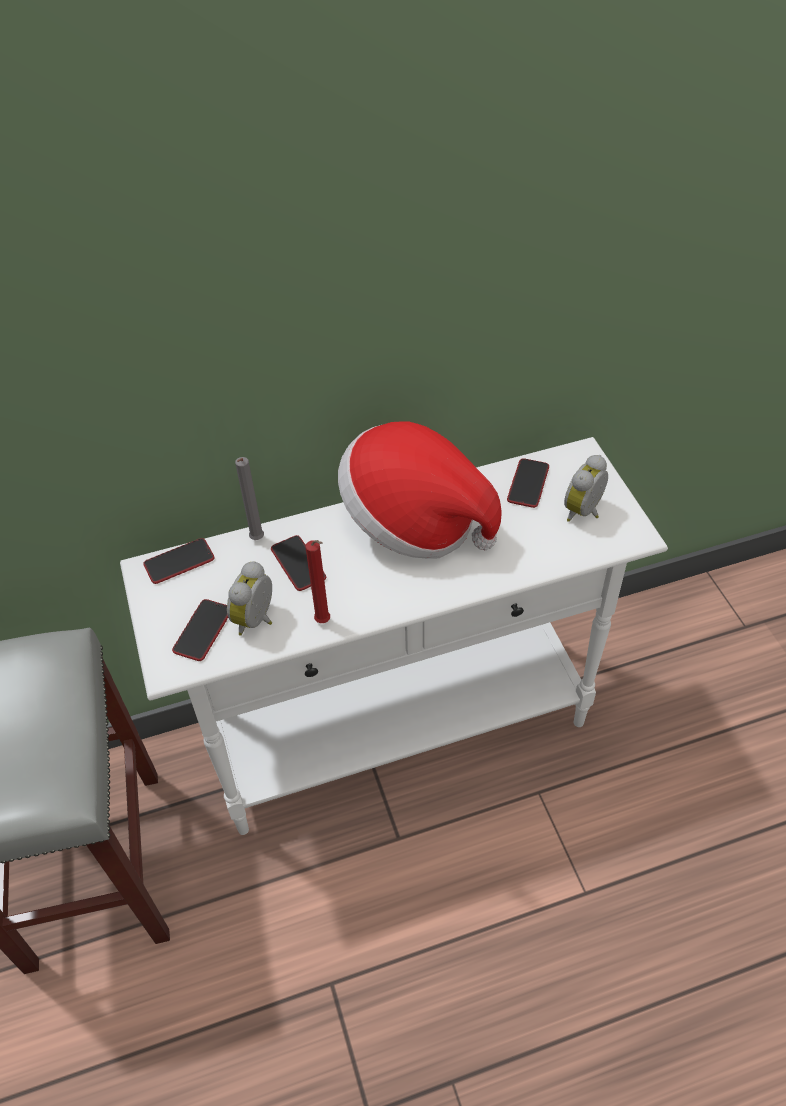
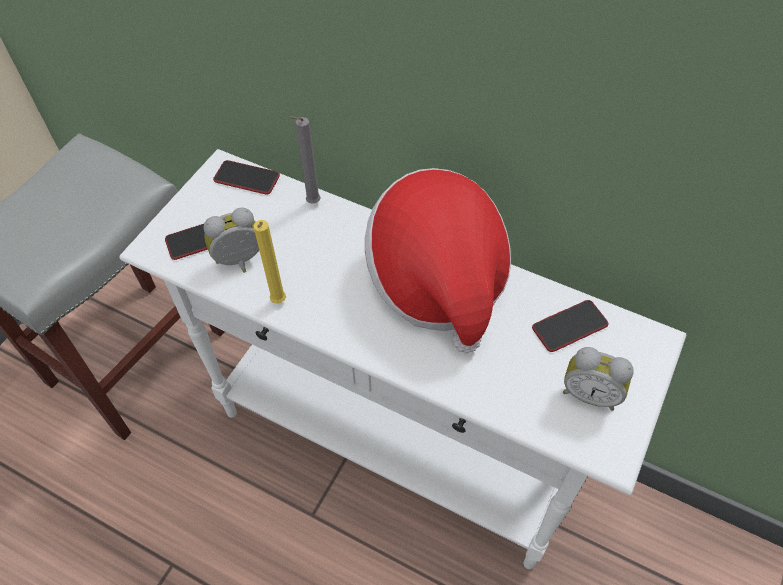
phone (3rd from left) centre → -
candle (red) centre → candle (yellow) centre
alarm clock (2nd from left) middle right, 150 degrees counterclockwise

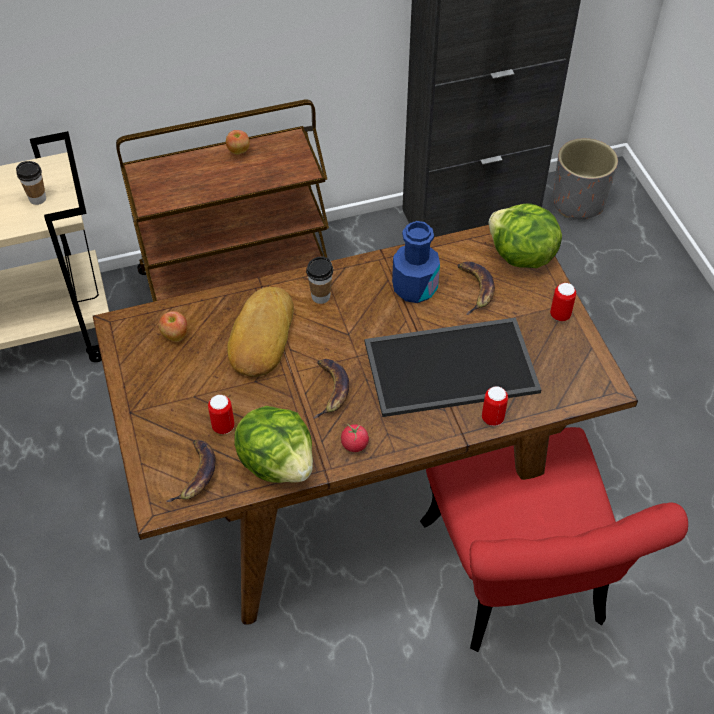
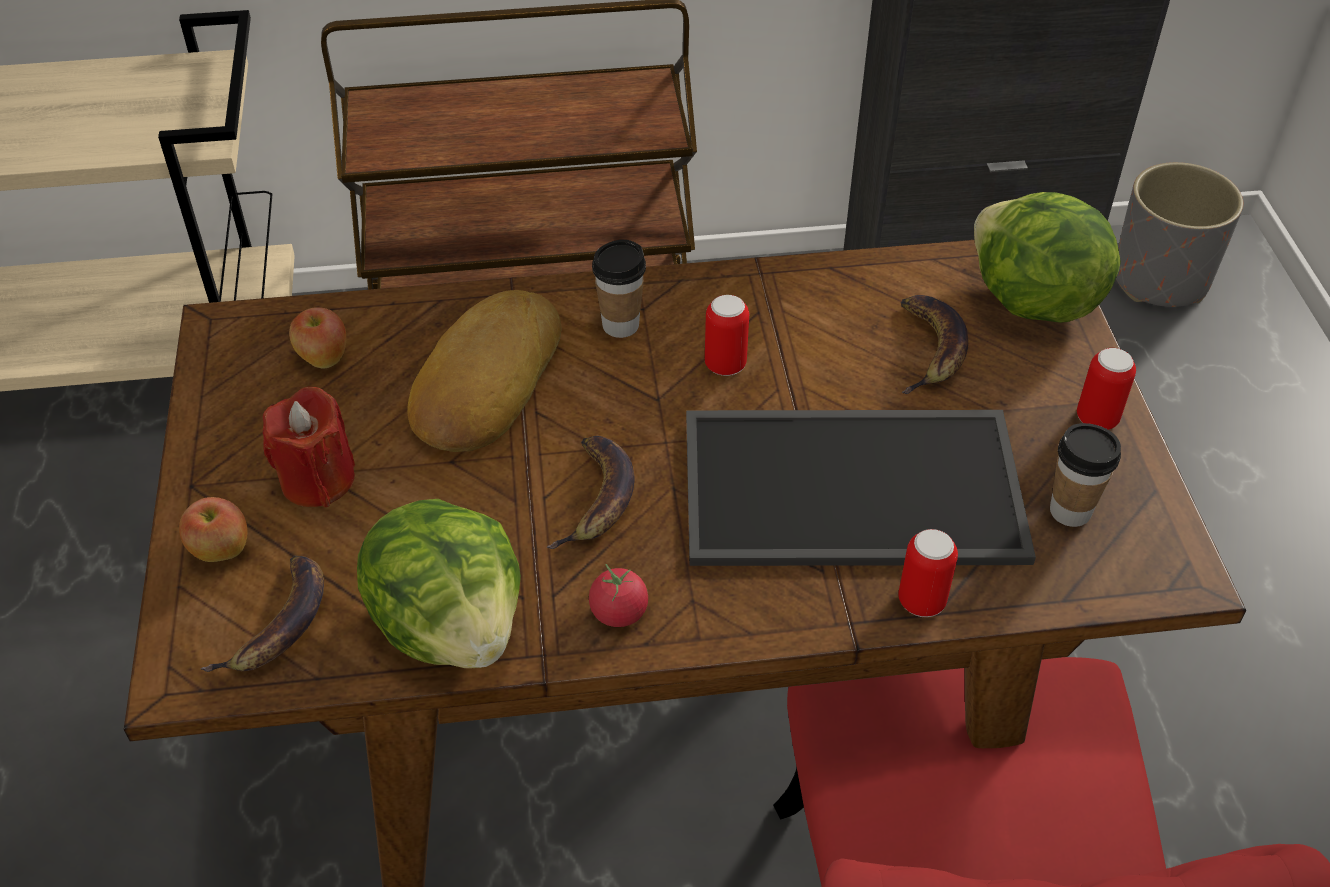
cup (1st from left in the first image) top left → cup (2nd from left) middle right, move
can (1st from left) middle left → can (1st from left) centre, move
apple (2nd from left in the first image) top centre → apple (1st from left) middle left, move
bottle (blue) centre → -
- → candle (red) middle left

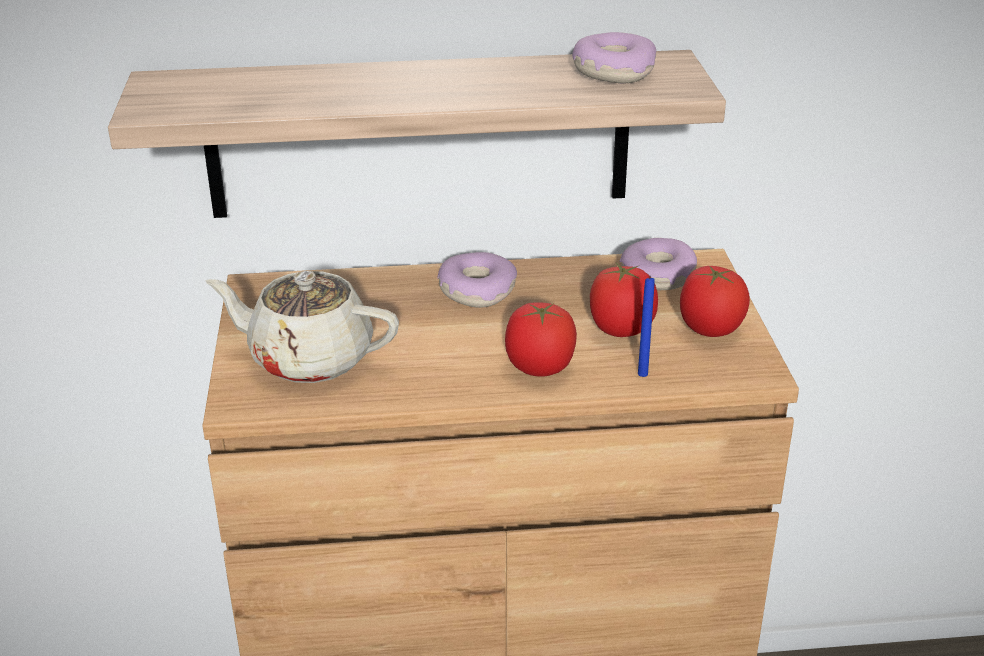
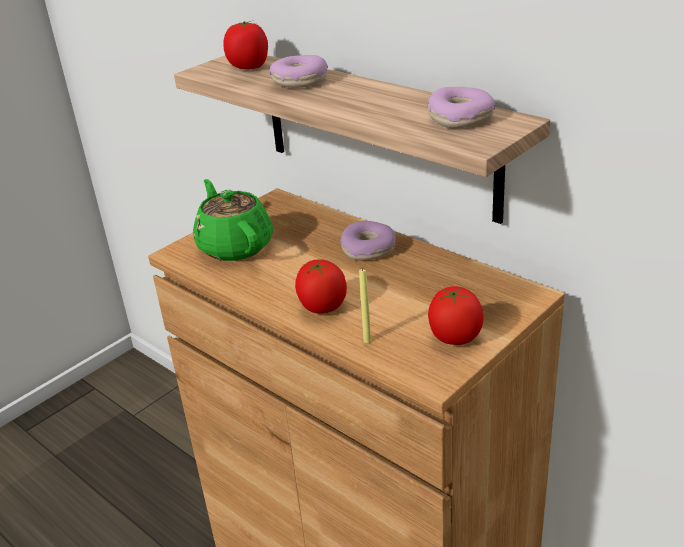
teapot (beige) middle left → teapot (green) centre
tomato (2nd from left in the first image) centre → tomato (1st from left) top centre, move
donut (3rd from left in the first image) middle right → donut (1st from left) top centre, move
candle (blue) centre → candle (yellow) centre

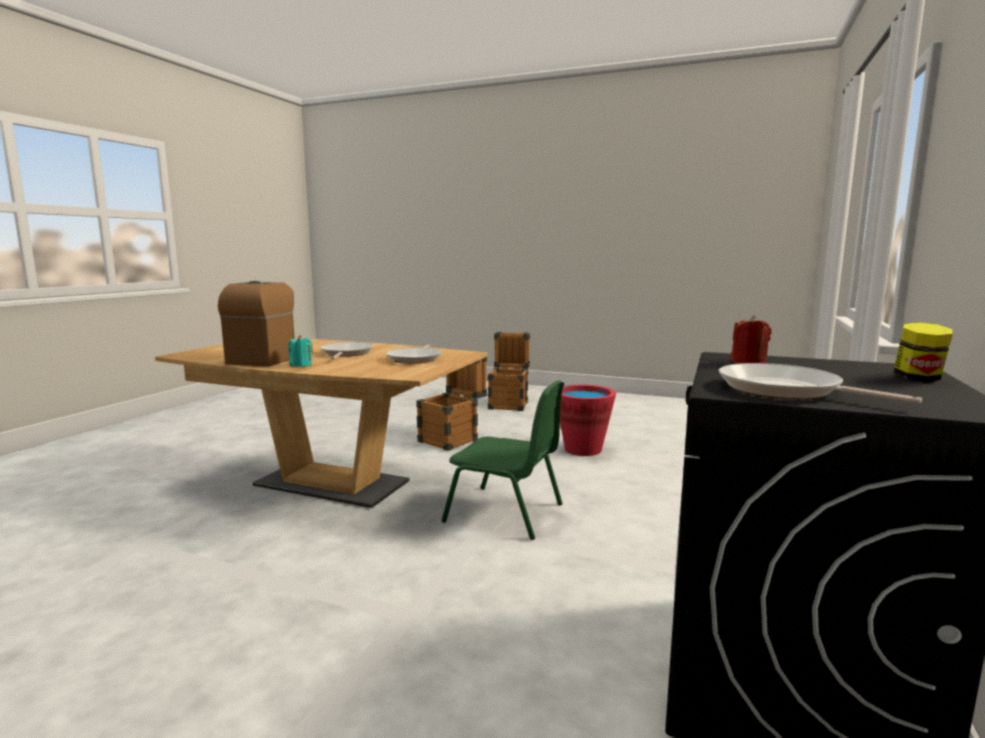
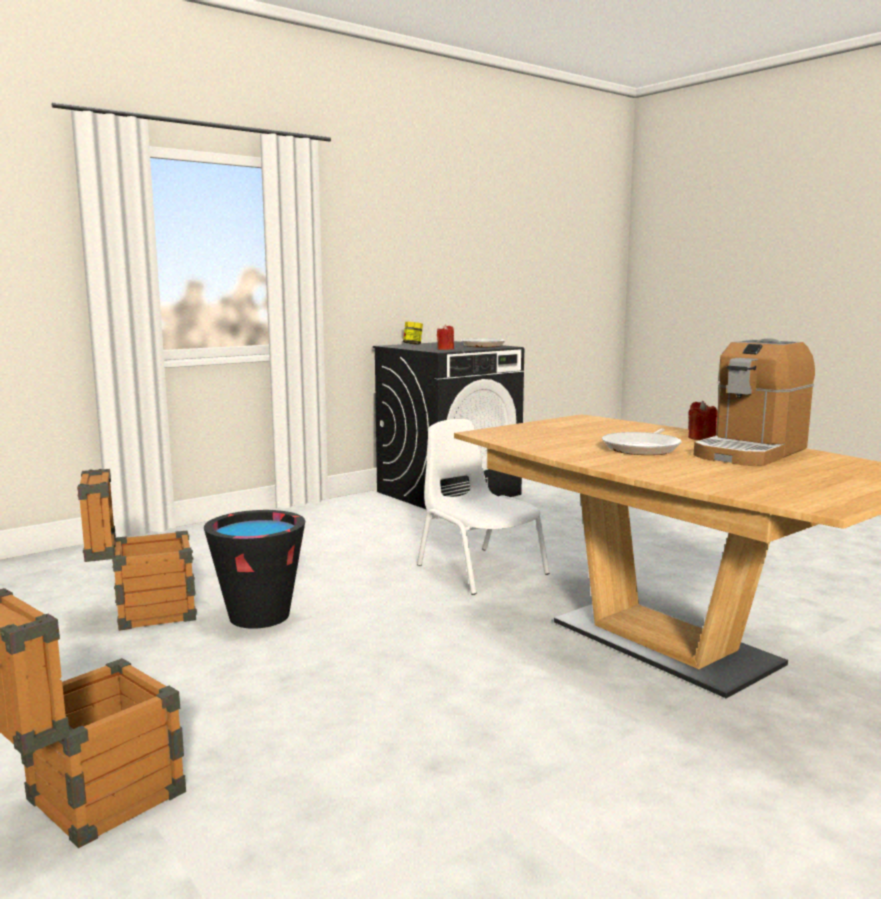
candle (turquoise) middle left → candle (red) (2nd from left) middle right
frying pan (2nd from left) centre → -
crate (1st from left in the first image) centre → crate (2nd from left) middle left, move
chair (green) centre → chair (white) centre
bucket (red) centre → bucket (black) middle left

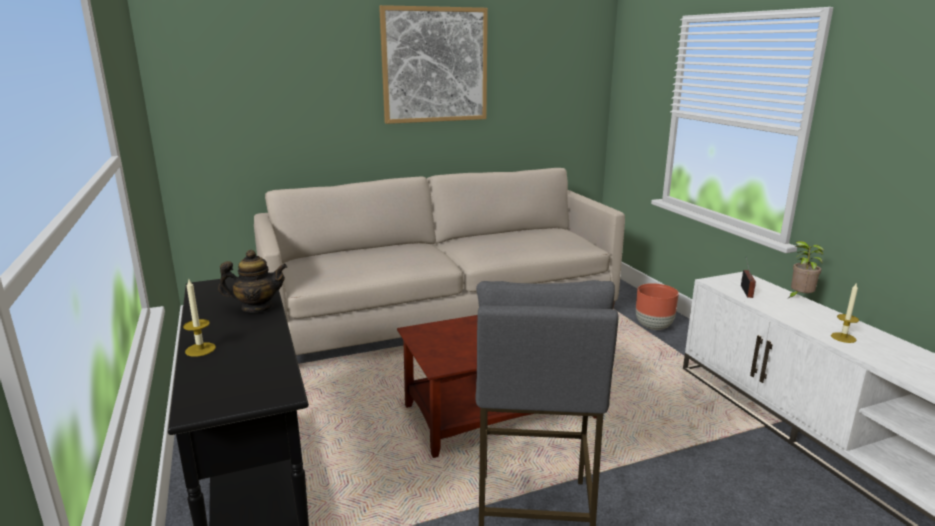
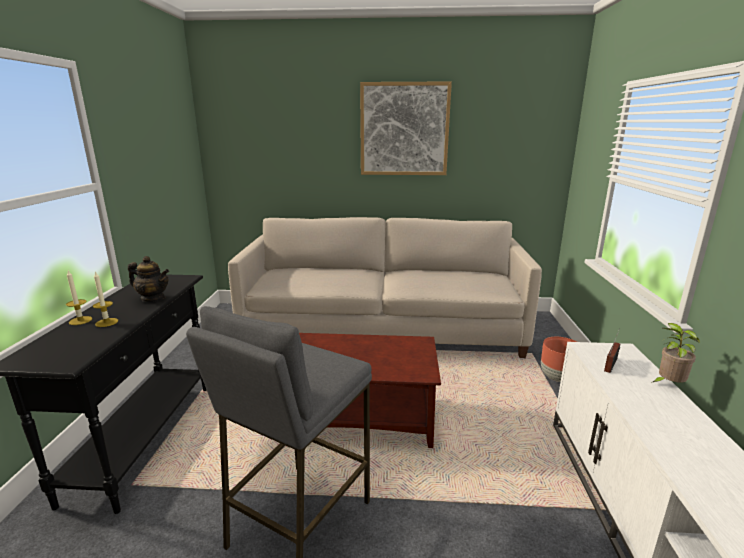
candle (2nd from left) middle right → candle (2nd from left) middle left, move

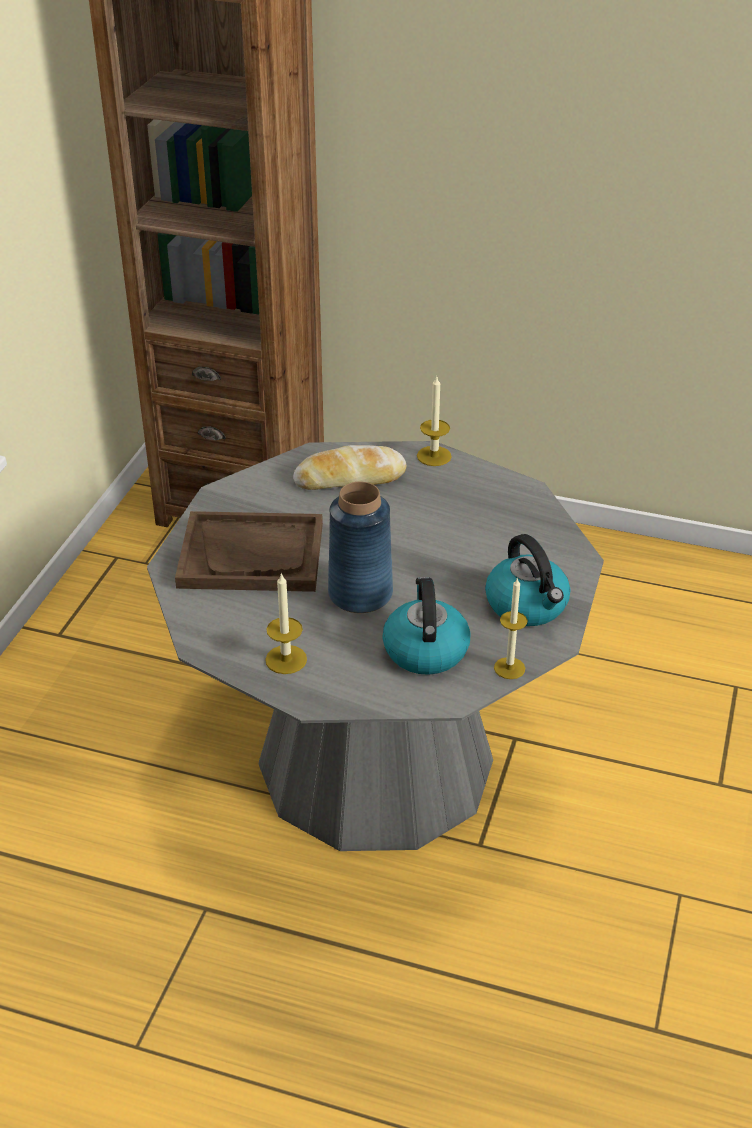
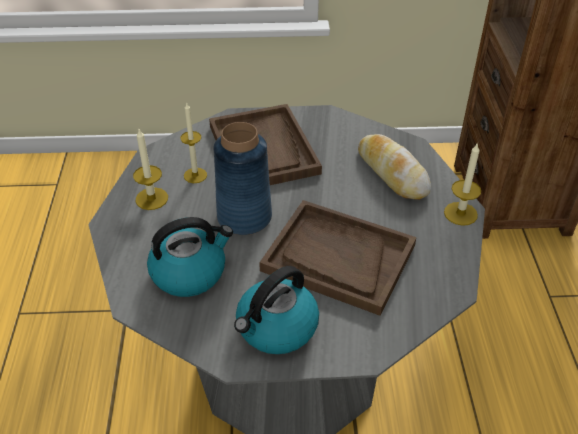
candle (3rd from left in the first image) middle right → candle (2nd from left) top centre, move
- → tray (brown) (2nd from left) centre

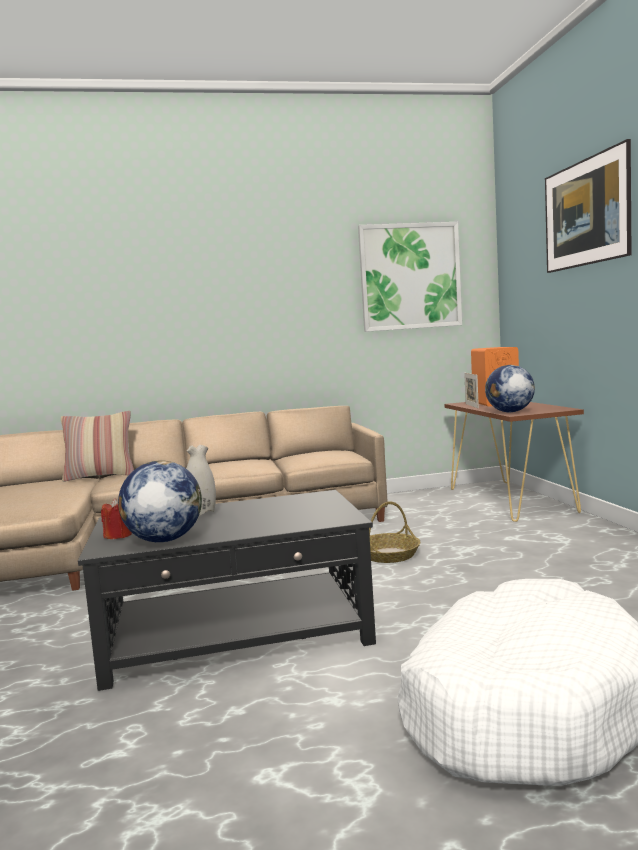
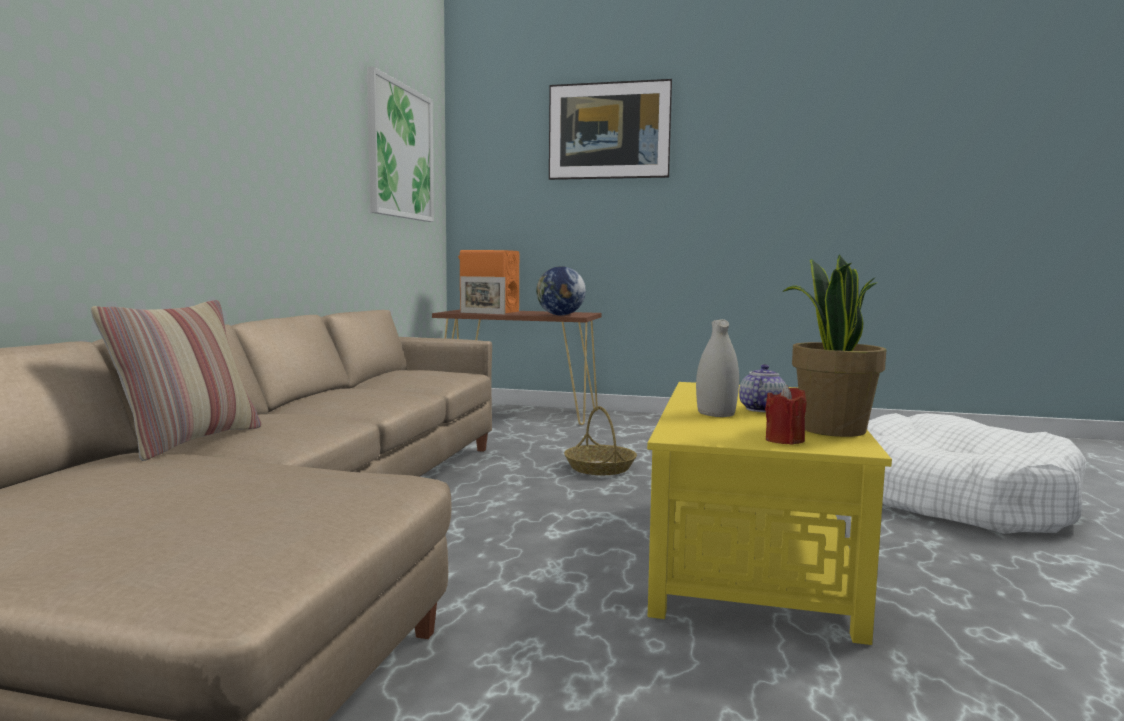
coffee table (black) bottom centre → coffee table (yellow) bottom right
globe (1st from left) middle left → potted plant middle right
- → teapot middle right

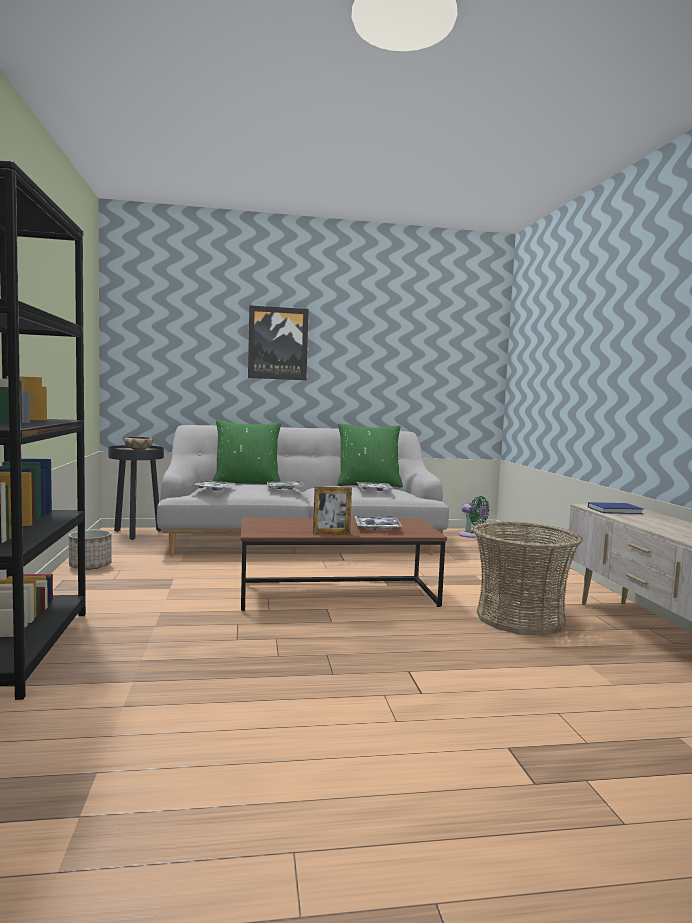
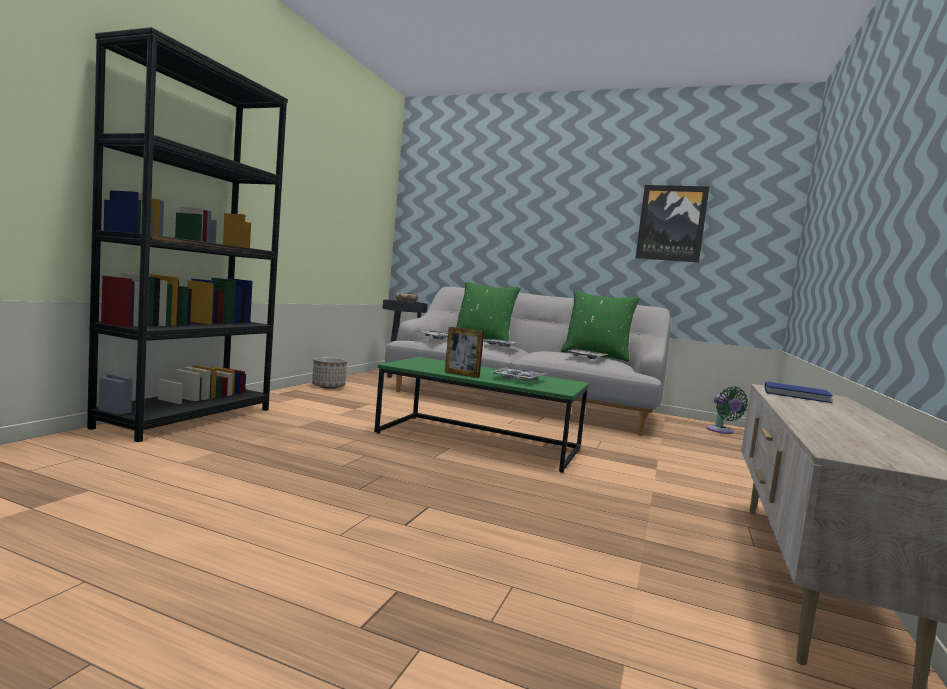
coffee table (brown) centre → coffee table (green) centre
picture centre → picture top right, move
basket middle right → -

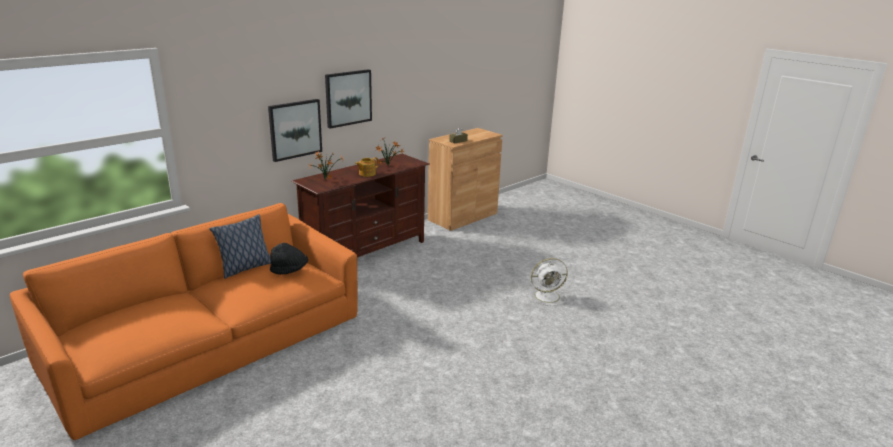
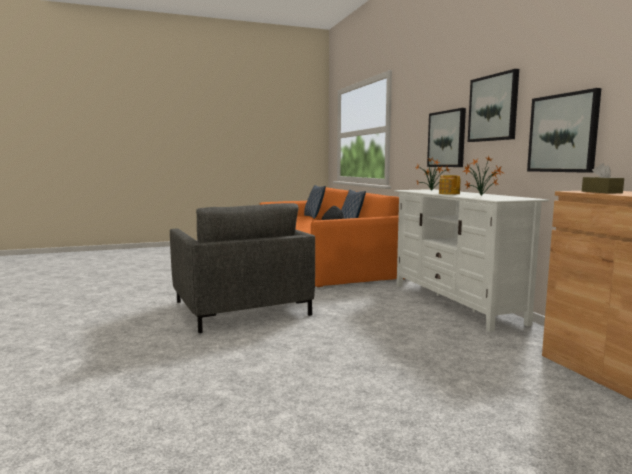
tv stand (brown) centre → tv stand (white) middle right
fan (white) centre → -
- → armchair (grey) centre
- → pillow (1st from left) centre
- → picture (3rd from left) top right

